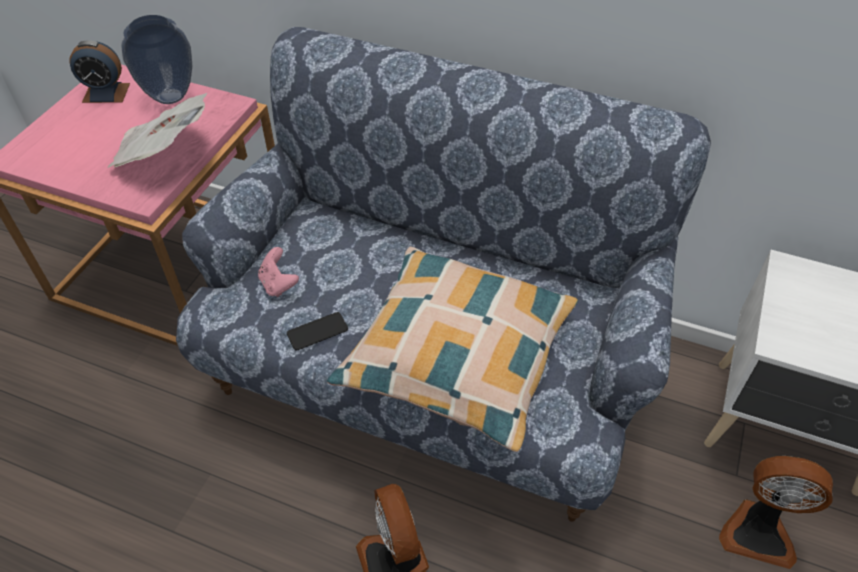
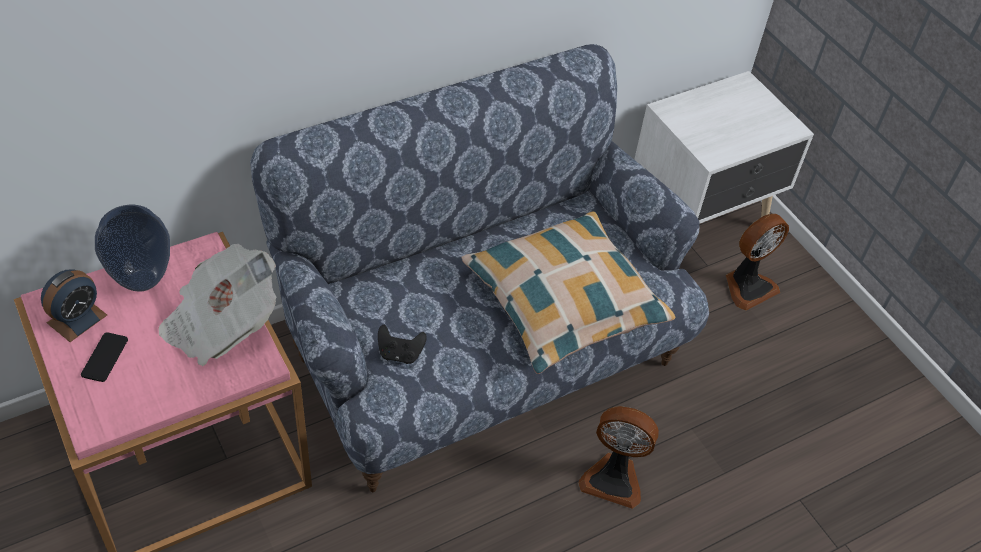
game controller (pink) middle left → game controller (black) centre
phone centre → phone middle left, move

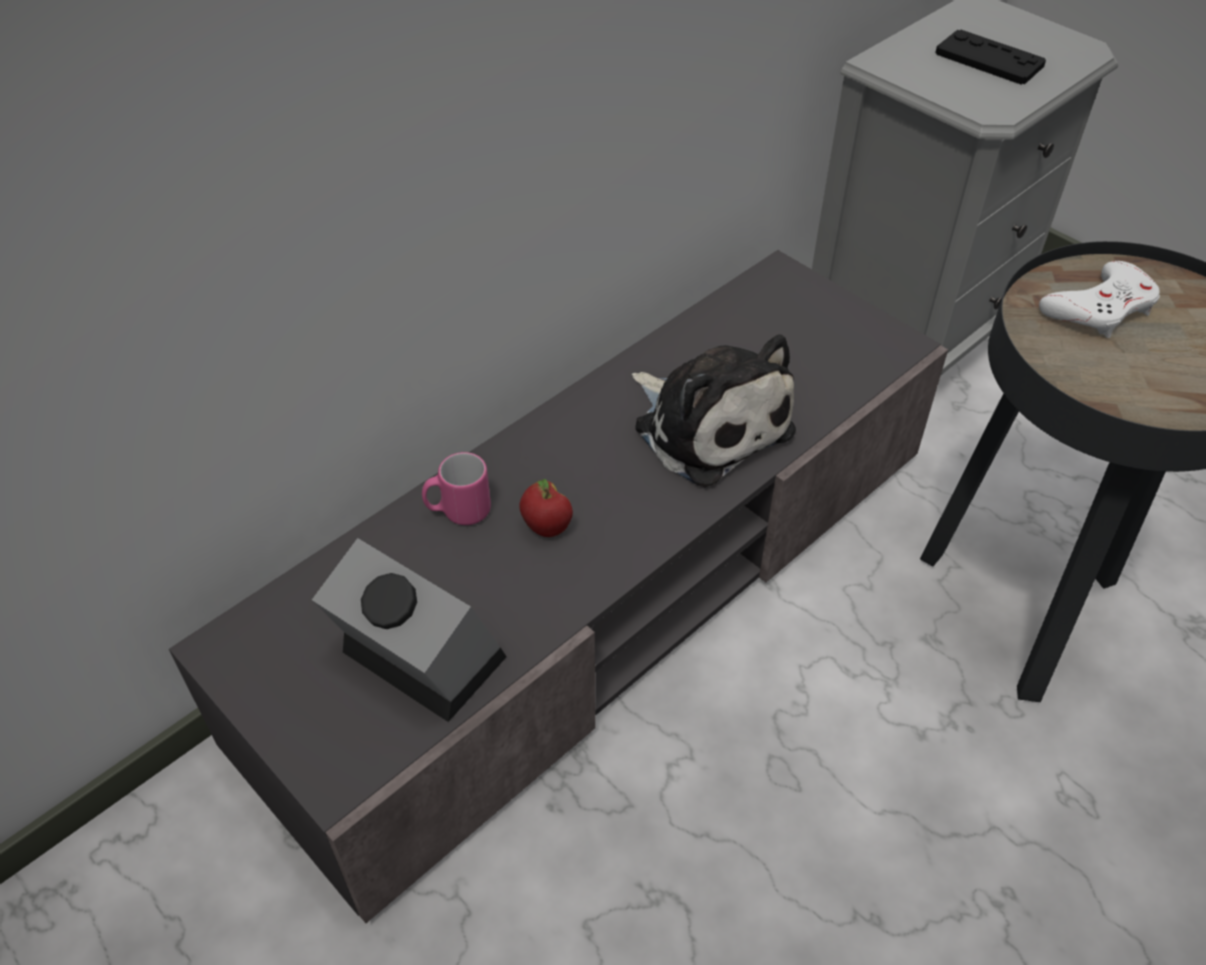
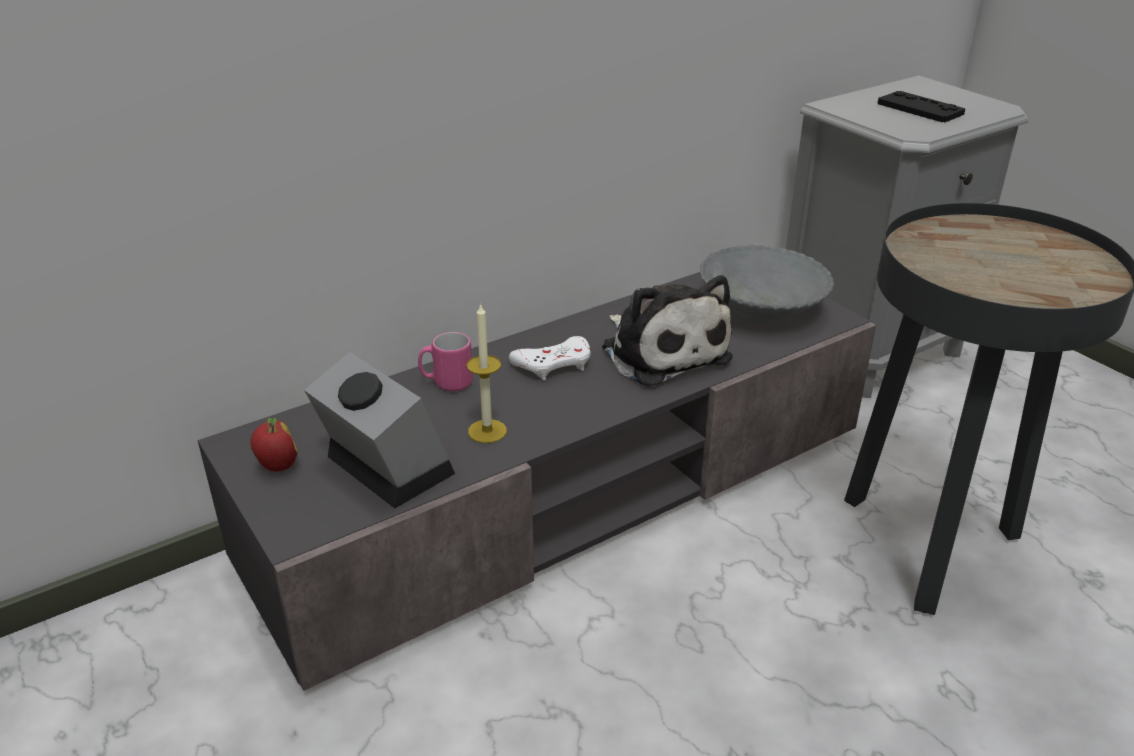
apple centre → apple middle left, move
game controller (white) top right → game controller (white) centre, move
- → candle centre
- → bowl (grey) middle right

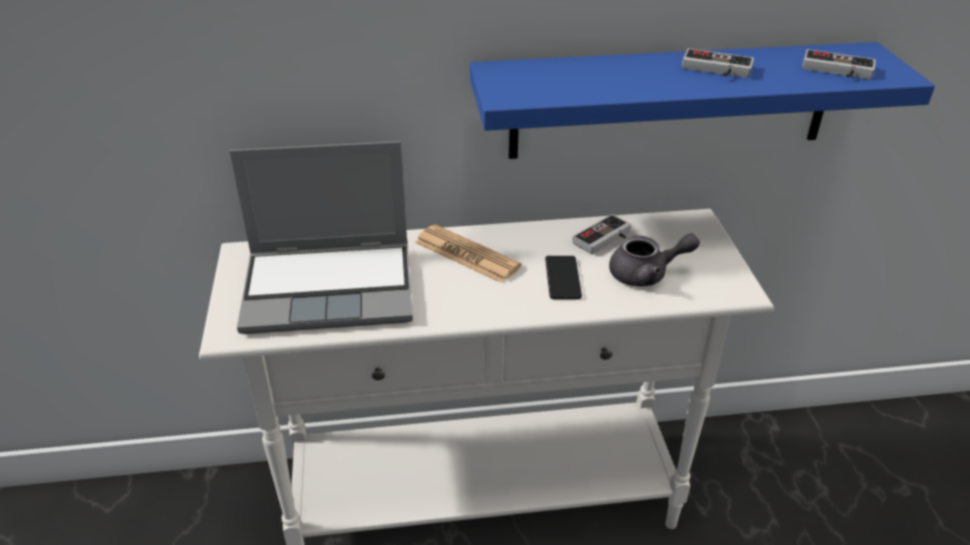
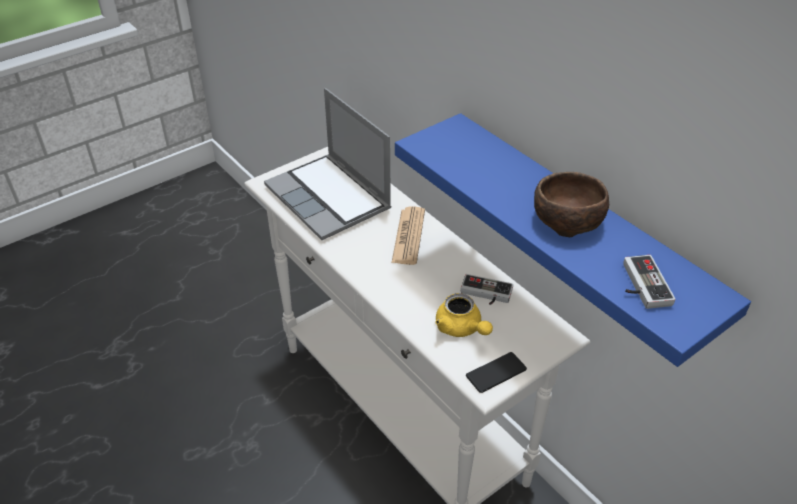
phone centre → phone bottom centre, move
teapot (grey) middle right → teapot (yellow) centre
game controller (2nd from left) top right → bowl (brown) middle right

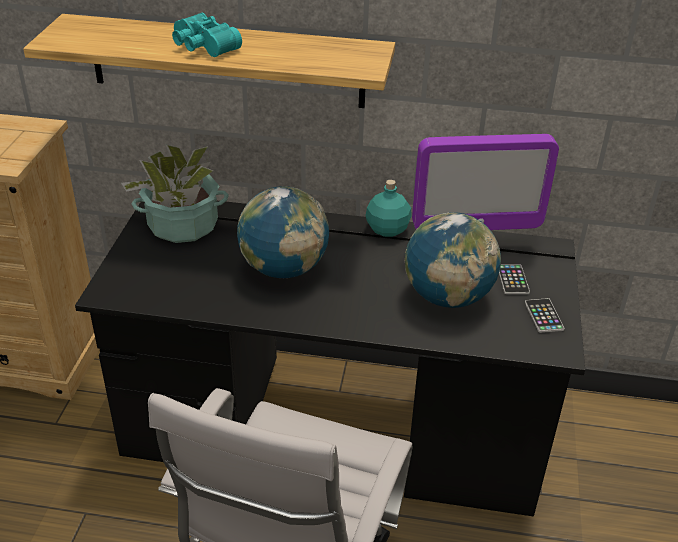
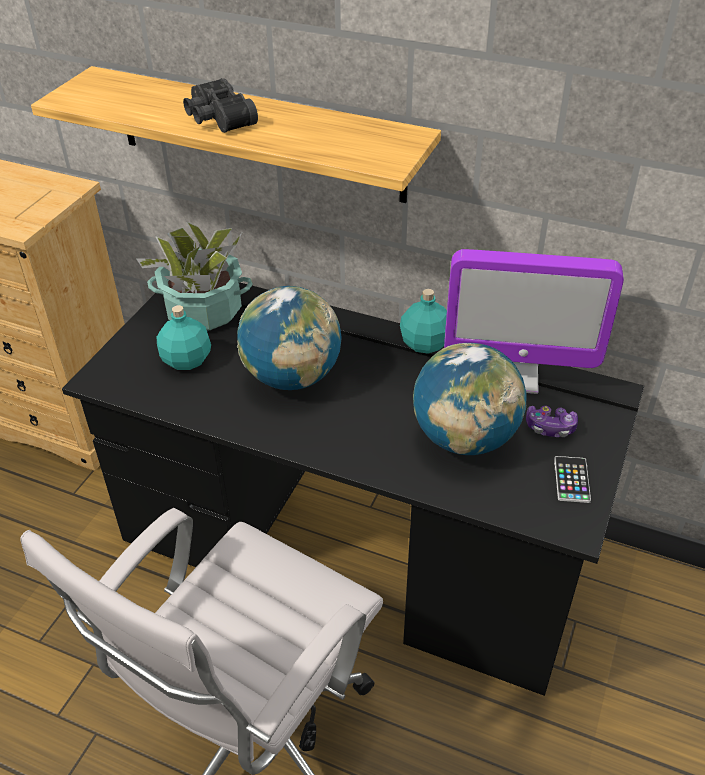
binoculars (turquoise) top left → binoculars (black) top left
phone (1st from left) middle right → game controller middle right
- → bottle (turquoise) (1st from left) middle left

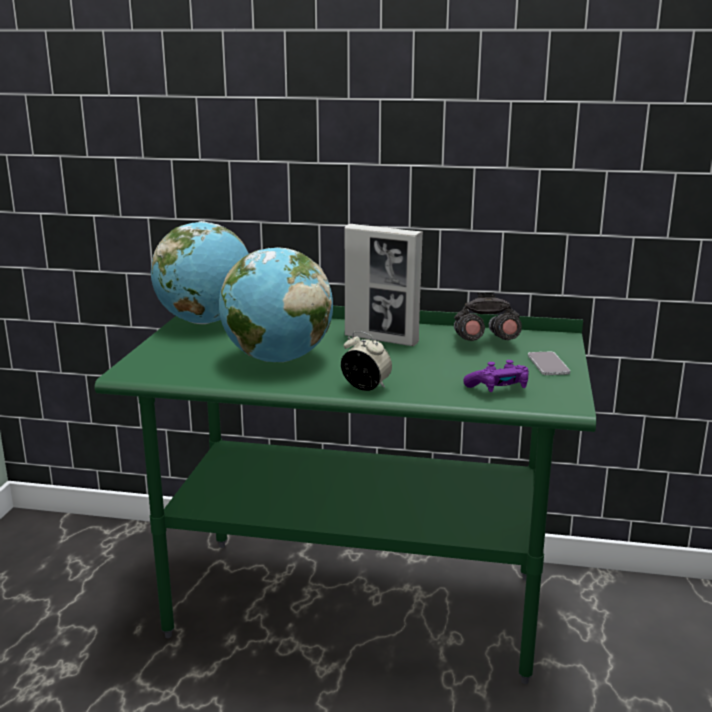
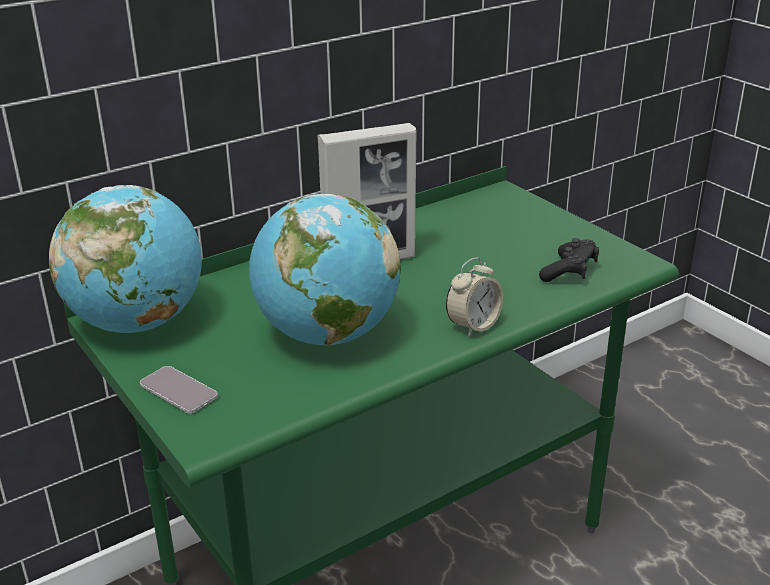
alarm clock centre, 150 degrees clockwise
binoculars (grey) middle right → -
game controller (purple) middle right → game controller (black) middle right
phone middle right → phone bottom left, move

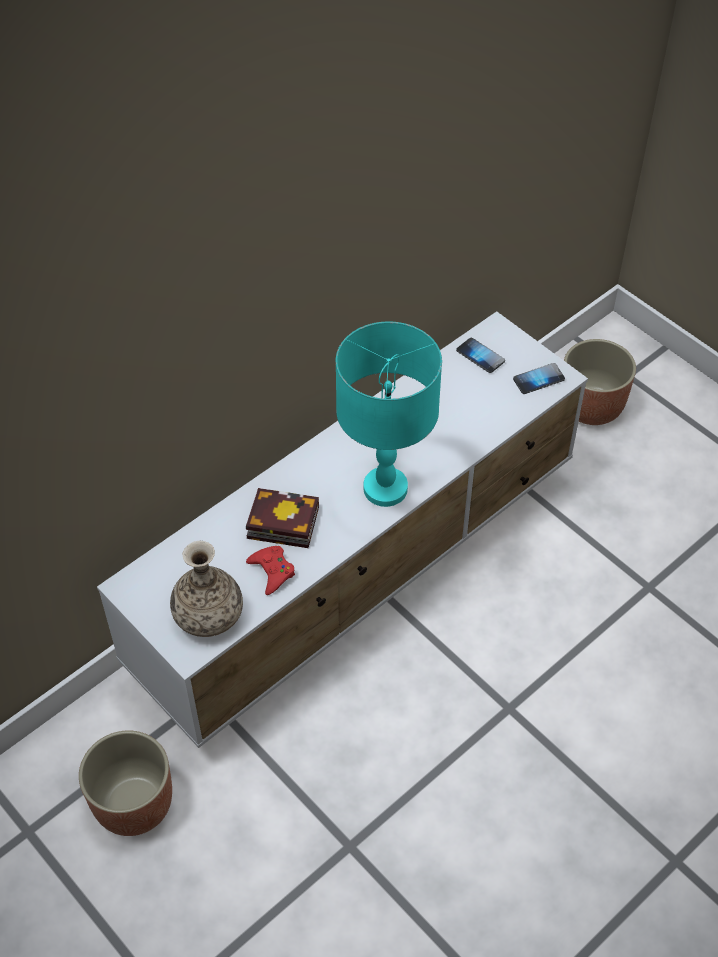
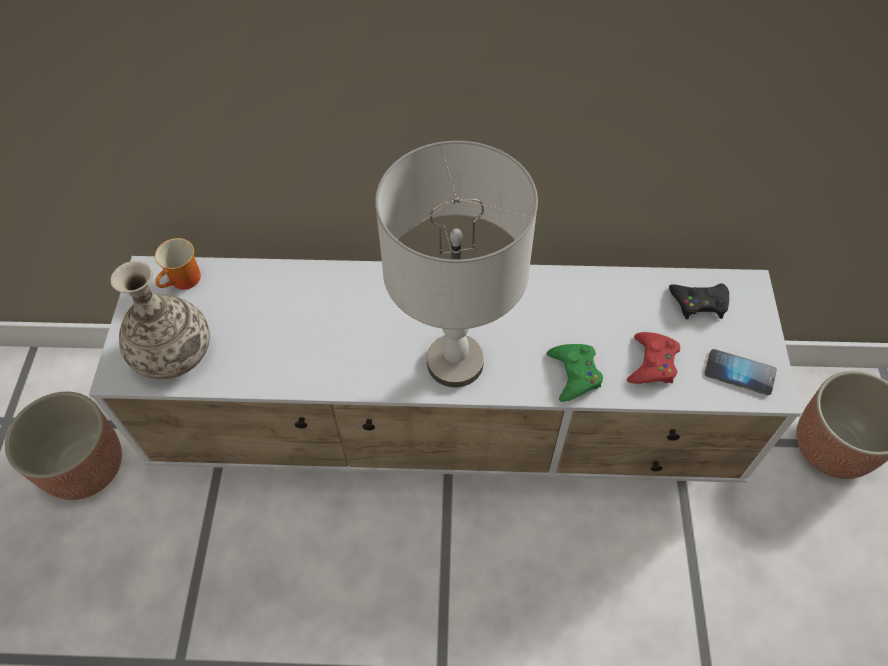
book centre → -
game controller (red) centre → game controller (red) middle right, move
table lamp (turquoise) centre → table lamp (grey) centre
phone (1st from left) middle right → game controller (black) middle right
- → mug middle left
- → game controller (green) centre

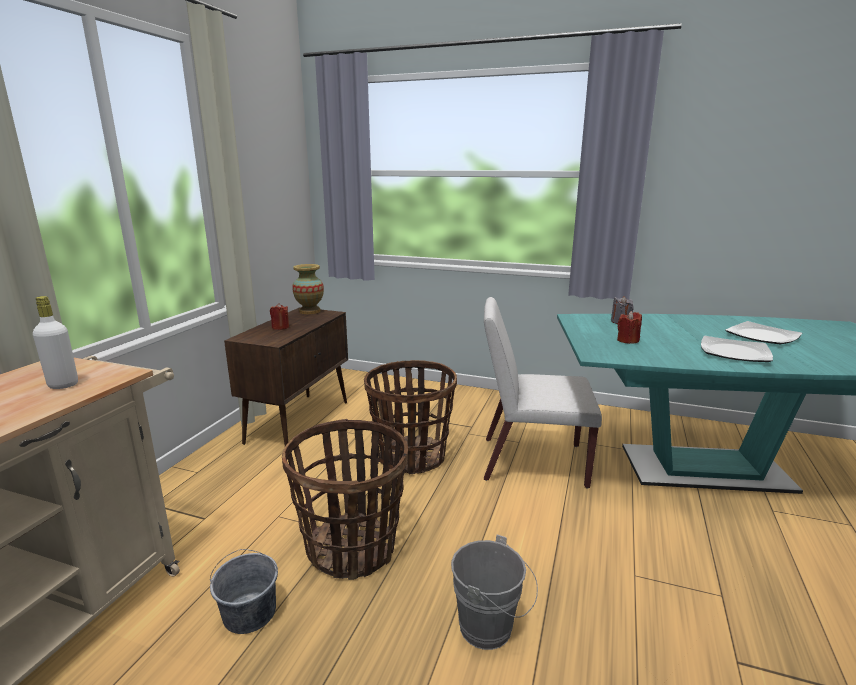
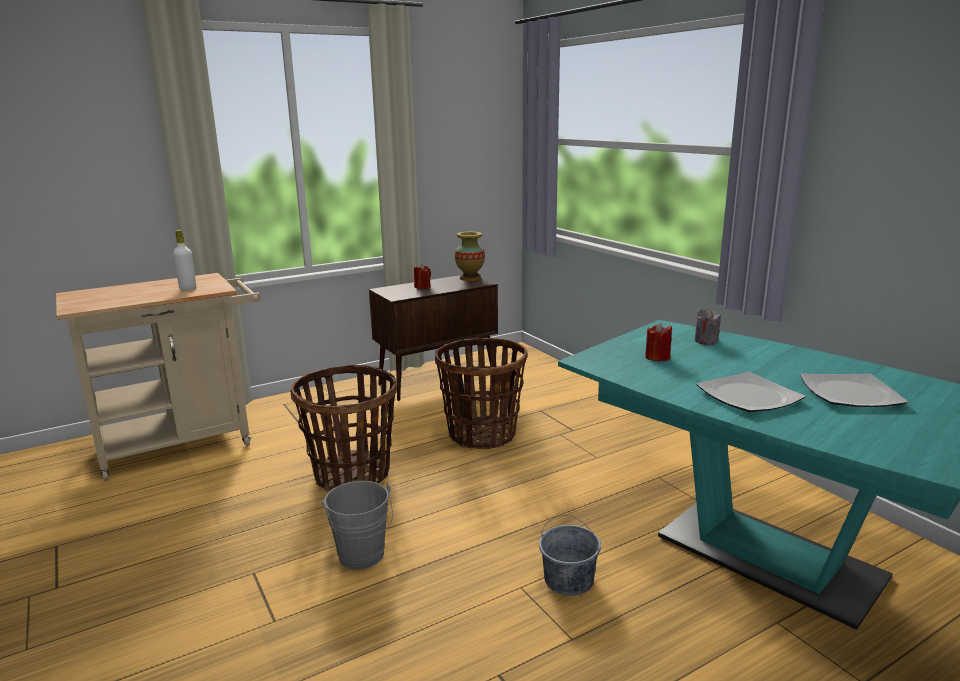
bucket (grey) (1st from left in the first image) bottom left → bucket (grey) (2nd from left) bottom centre, move
chair (white) centre → -

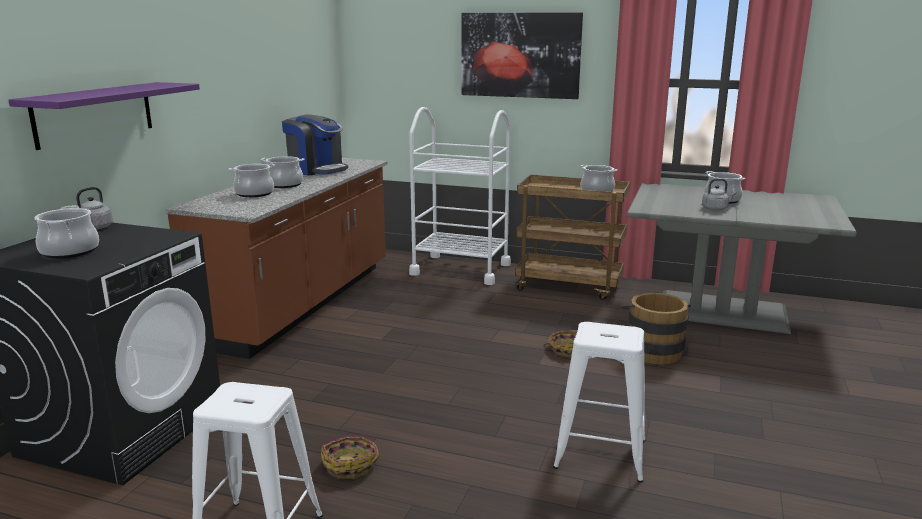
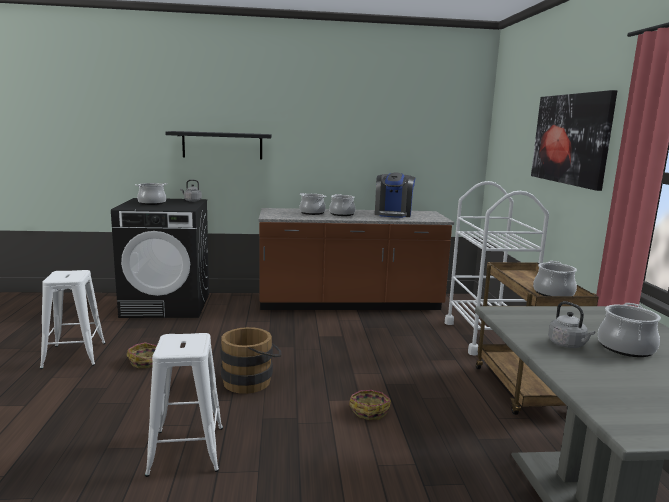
shelf (purple) top left → shelf (black) top left
bucket (brown) middle right → bucket (brown) bottom centre, move

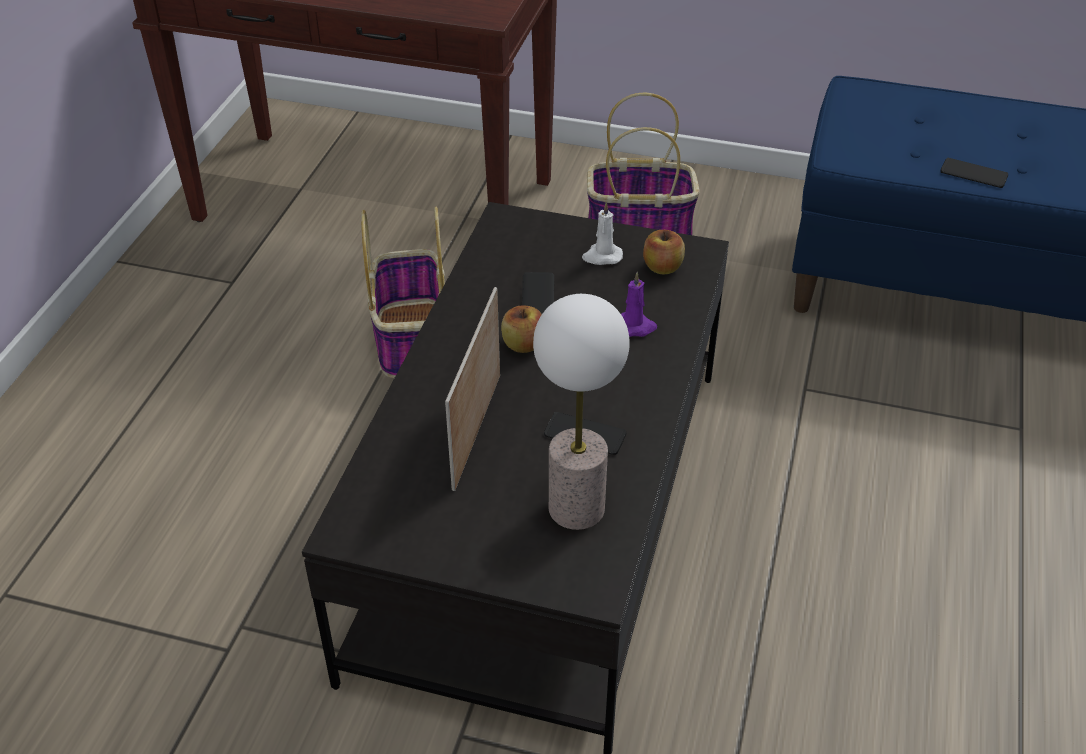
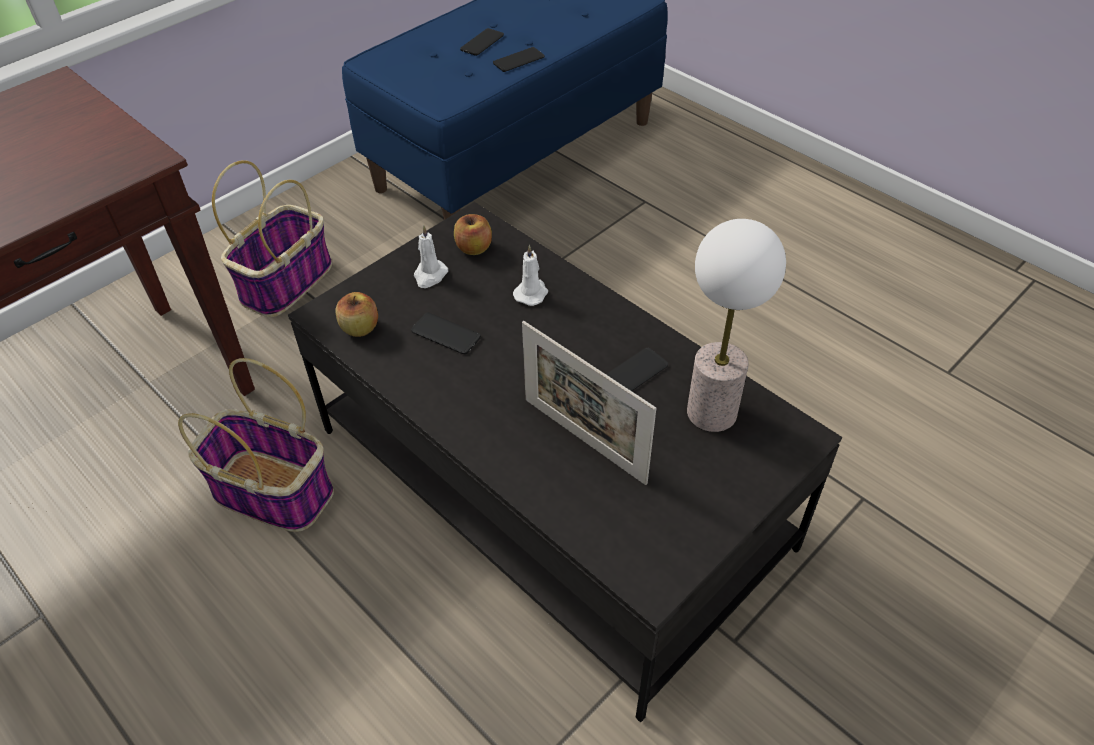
apple (1st from left) centre → apple (1st from left) middle left, move
candle (purple) centre → candle (white) (2nd from left) centre
- → phone (2nd from left) top centre

